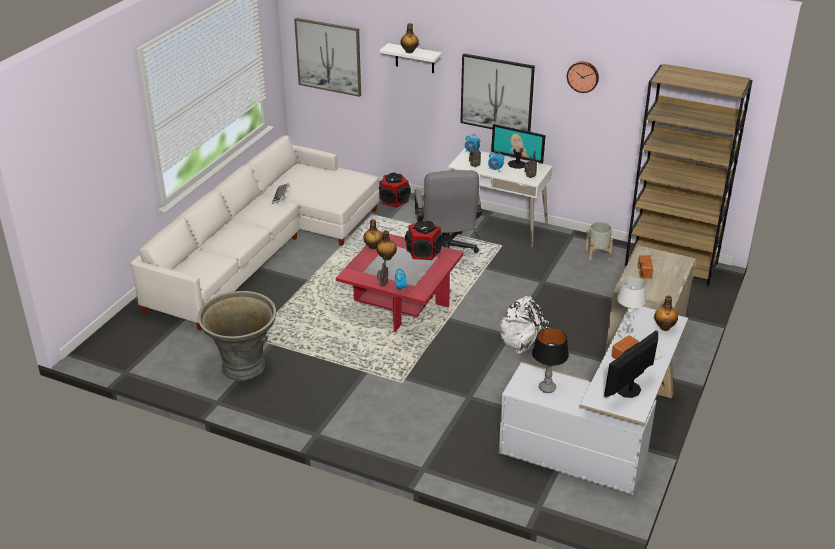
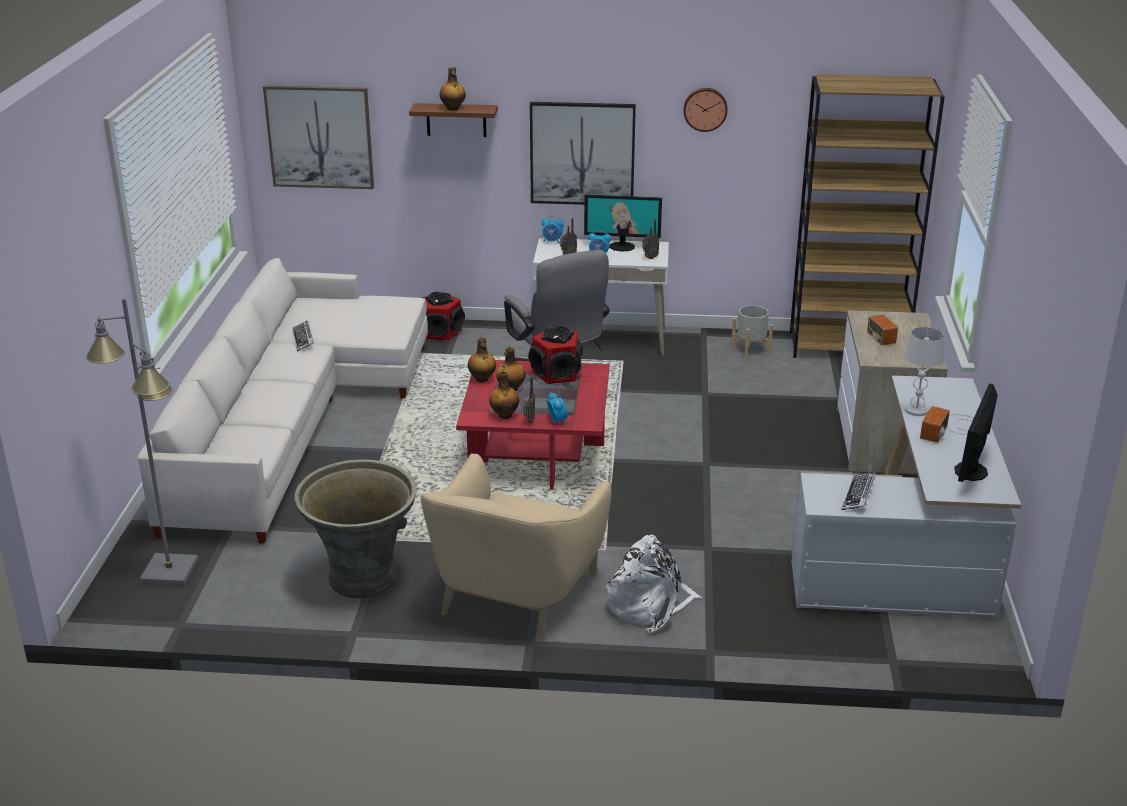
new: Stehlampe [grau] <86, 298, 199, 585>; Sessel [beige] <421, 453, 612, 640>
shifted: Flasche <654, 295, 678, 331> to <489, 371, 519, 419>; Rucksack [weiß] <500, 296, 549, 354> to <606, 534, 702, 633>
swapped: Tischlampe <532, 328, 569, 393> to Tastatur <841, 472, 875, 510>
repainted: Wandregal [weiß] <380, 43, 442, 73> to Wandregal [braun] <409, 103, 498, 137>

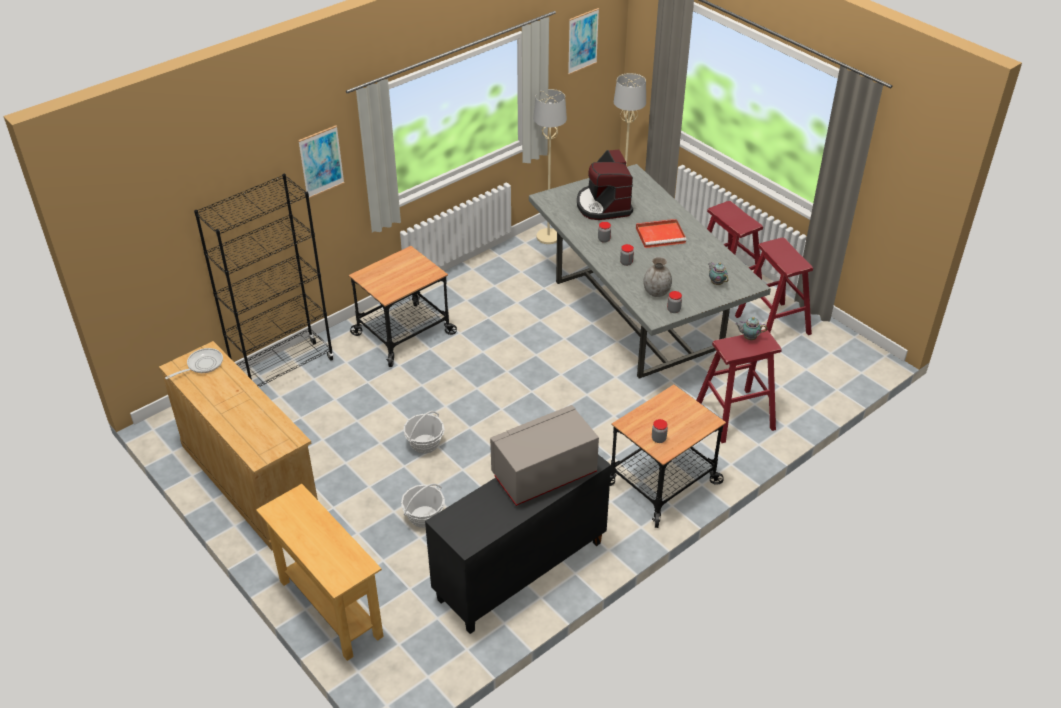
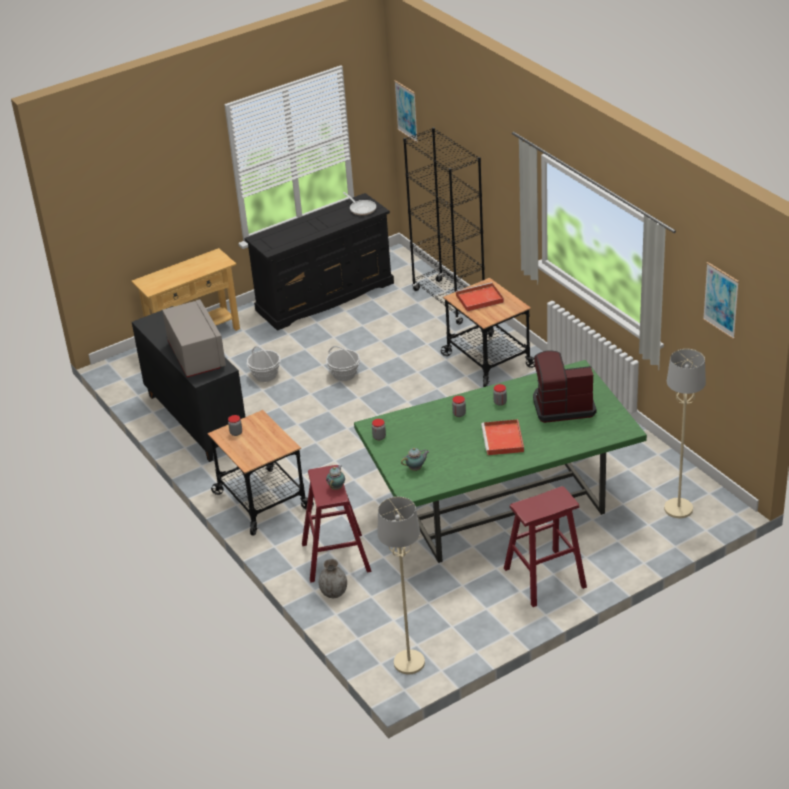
gone: Hocker [rot] <735, 238, 813, 335>
new: Tablett [rot] <456, 282, 504, 312>
shifted: Stehlampe [beige] <533, 89, 567, 244> to <378, 497, 425, 674>; Bild <298, 125, 345, 198> to <394, 80, 418, 143>; Vase [grau] <644, 257, 672, 297> to <319, 559, 347, 598>
repainted: Esstisch [grau] <529, 164, 771, 379> to Esstisch [grün] <354, 360, 647, 563>; Kommode [beige] <159, 341, 318, 550> to Kommode [schwarz] <244, 193, 394, 331>

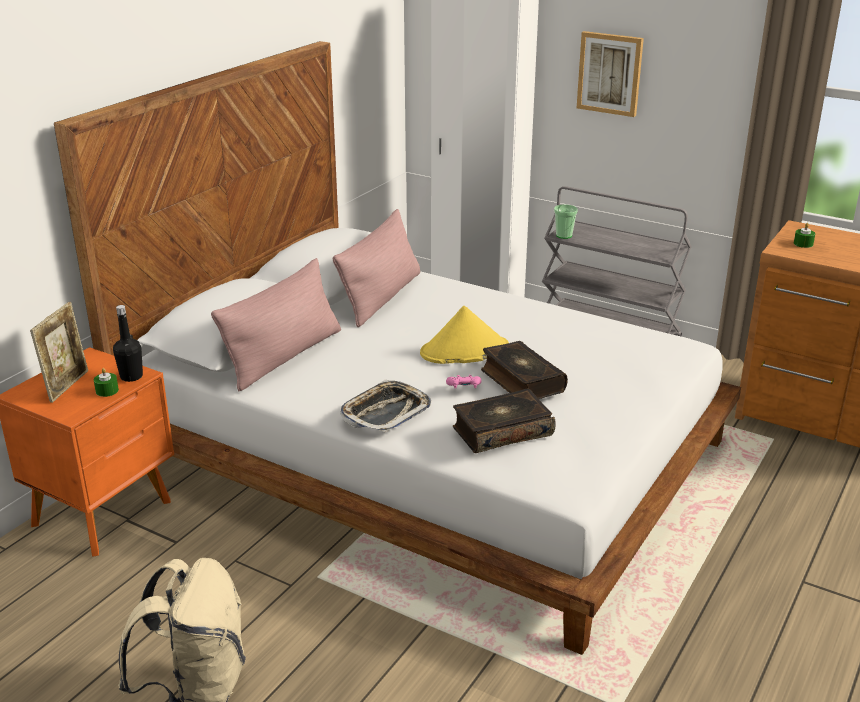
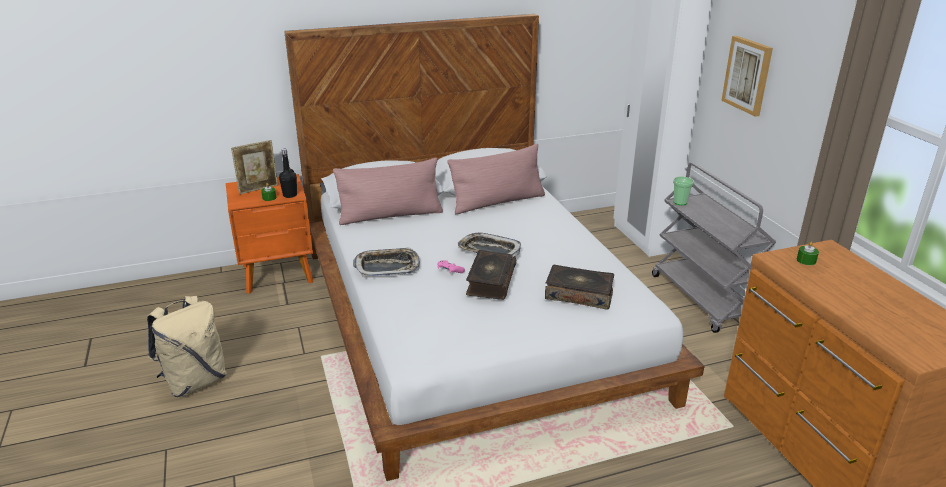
shifted: Buch <453, 388, 556, 453> to <545, 265, 614, 310>
swapped: Hut [gelb] <420, 306, 509, 364> to Tablett <458, 233, 521, 257>

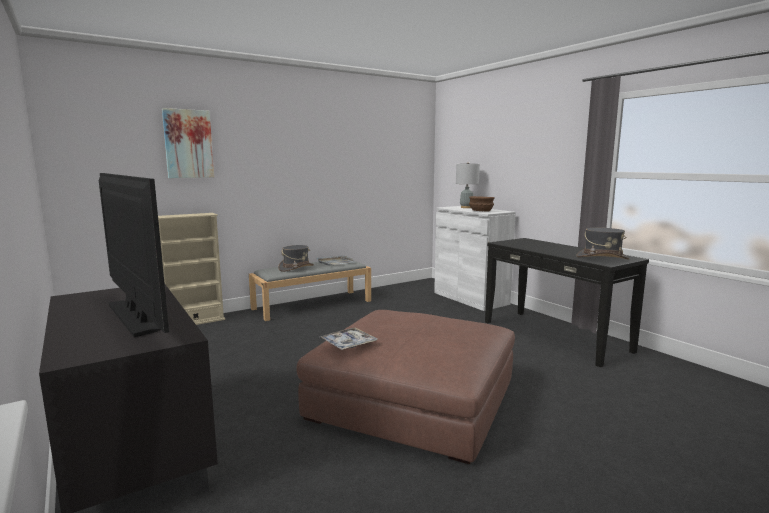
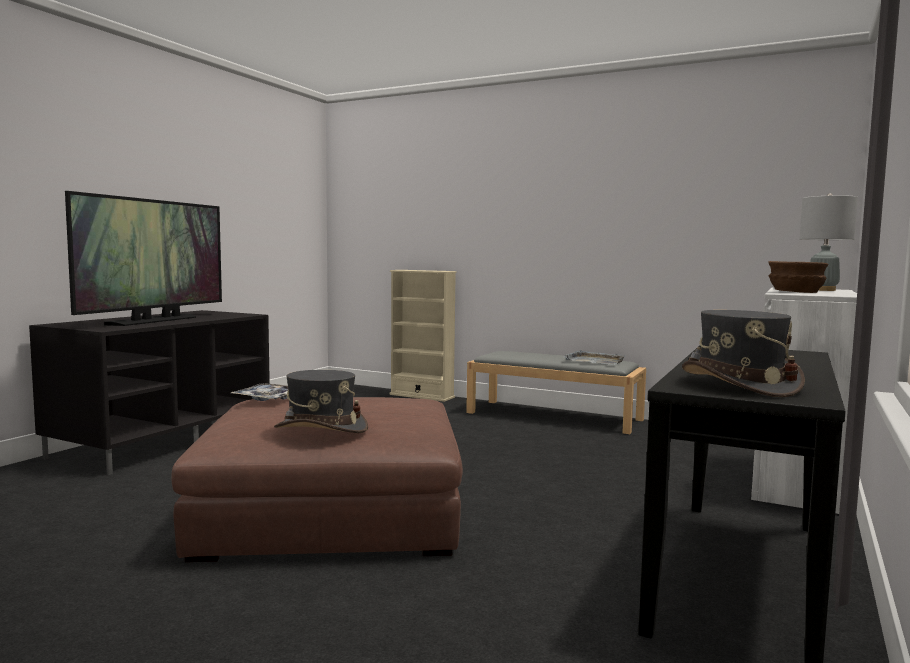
gone: Bild <162, 108, 214, 178>
shifted: Hut [grau] <278, 245, 314, 272> to <274, 370, 368, 433>

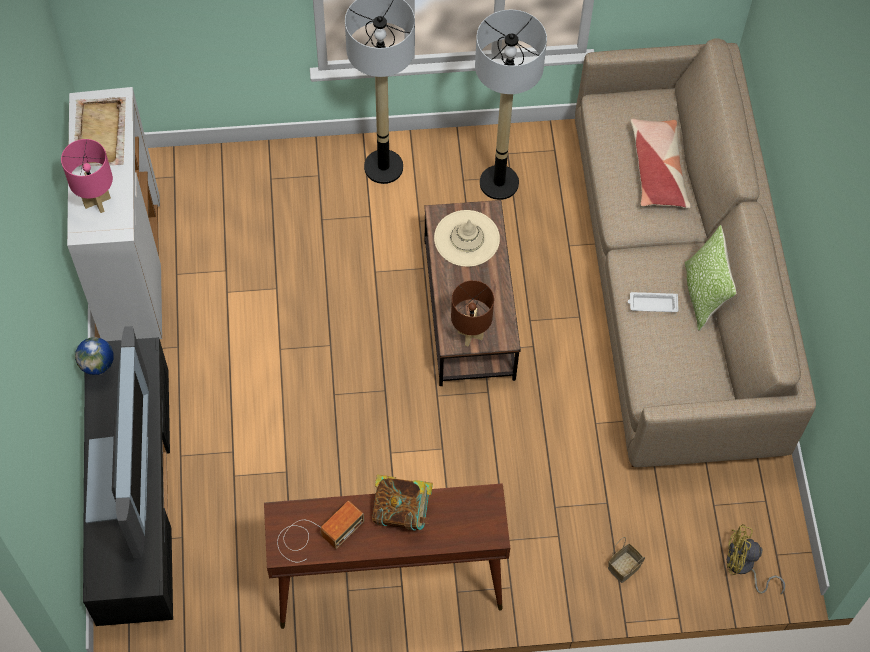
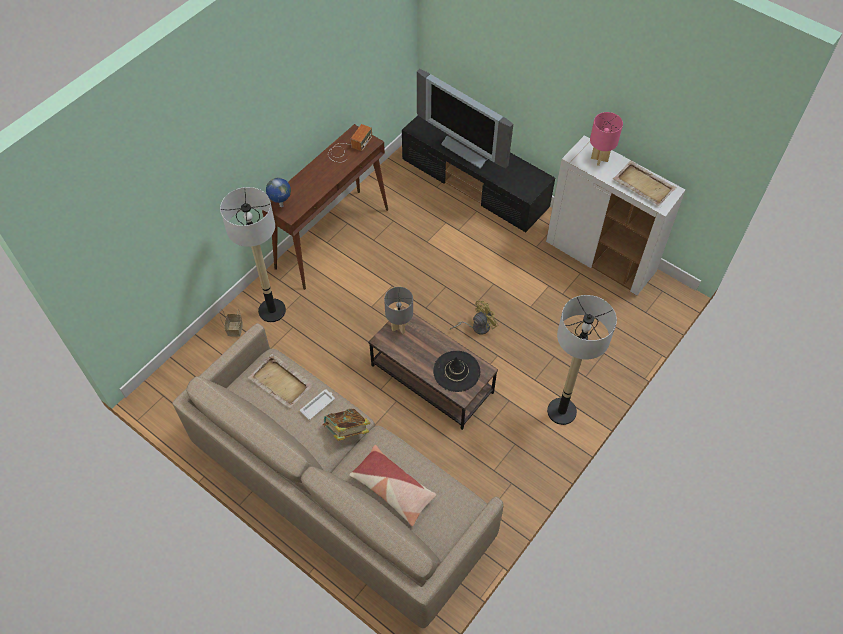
gone: Kissen <685, 225, 737, 331>
new: Tablett [beige] <248, 354, 313, 409>
shifted: Stehlampe <475, 10, 547, 200> to <220, 187, 286, 322>; Globus <75, 337, 114, 375> to <266, 178, 291, 207>; Buch <372, 474, 433, 530> to <323, 409, 370, 441>; Ventilator [gelb] <727, 524, 785, 594> to <450, 301, 498, 335>
repainted: Hut [beige] <434, 210, 500, 267> to Hut [schwarz] <433, 351, 480, 392>; Tischlampe [braun] <451, 280, 494, 347> to Tischlampe [grau] <384, 287, 413, 334>
rotated: Radio <277, 501, 364, 562> = <328, 124, 372, 162> 150 degrees counterclockwise

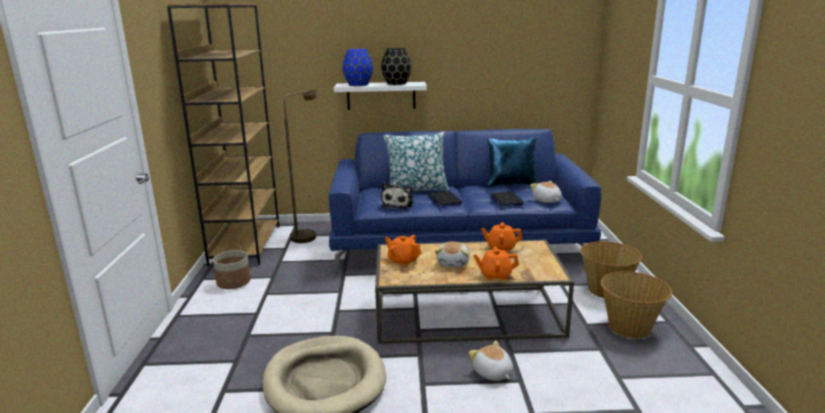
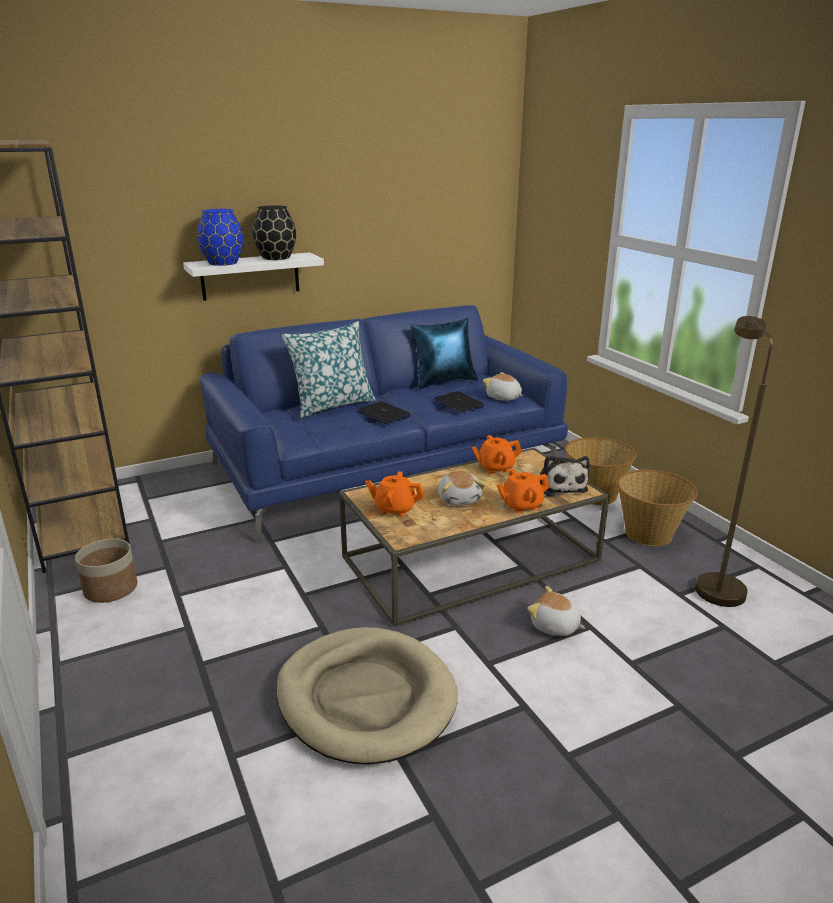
shifted: Stehlampe [braun] <284, 90, 318, 243> to <695, 316, 773, 607>; Plüschtier <381, 182, 413, 209> to <540, 456, 590, 496>

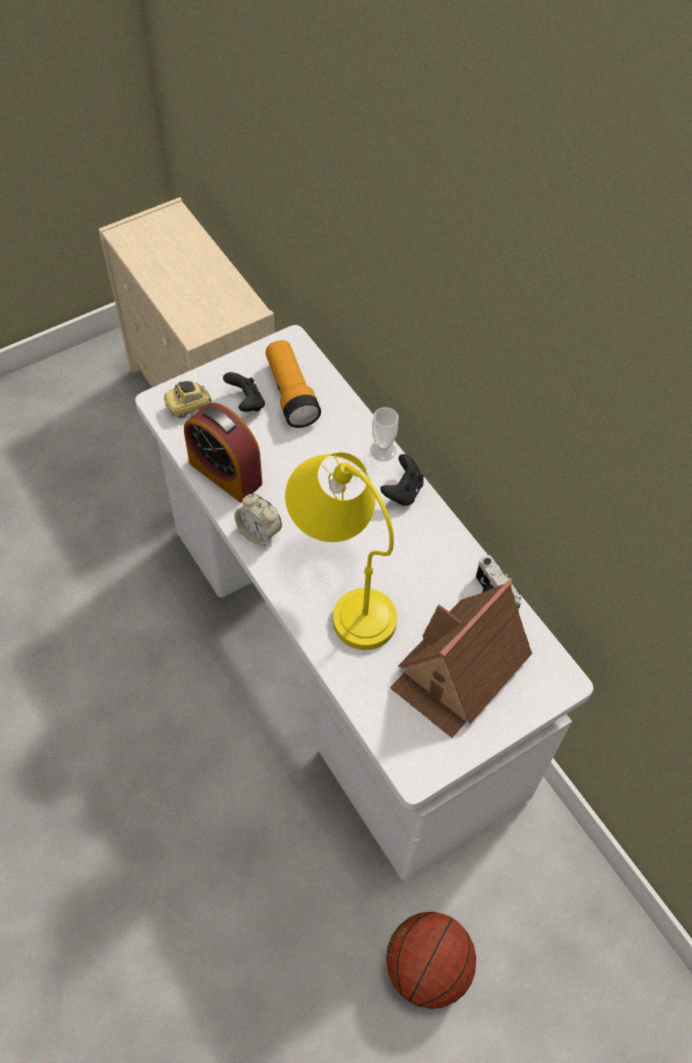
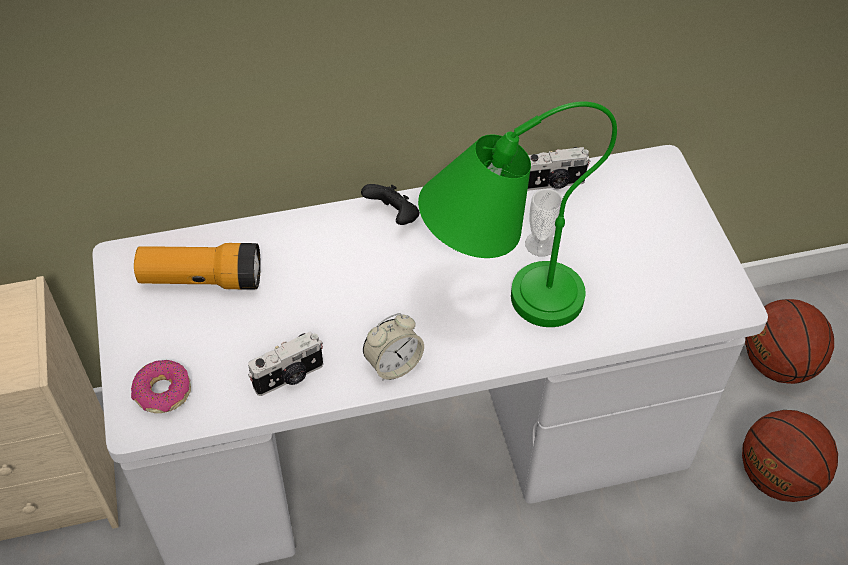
gone: Gamepad [schwarz] <223, 372, 265, 412>; Spielzeughaus <390, 580, 532, 738>
new: Basketball <745, 299, 834, 384>
shifted: Tasse <370, 407, 398, 461> to <525, 189, 563, 257>
swapped: Spielzeugauto <164, 381, 212, 419> to Donut <131, 360, 191, 413>; Wecker <184, 403, 262, 503> to Kamera <248, 331, 323, 396>
repainted: Tischlampe [gelb] <285, 452, 397, 650> to Tischlampe [grün] <418, 101, 617, 327>

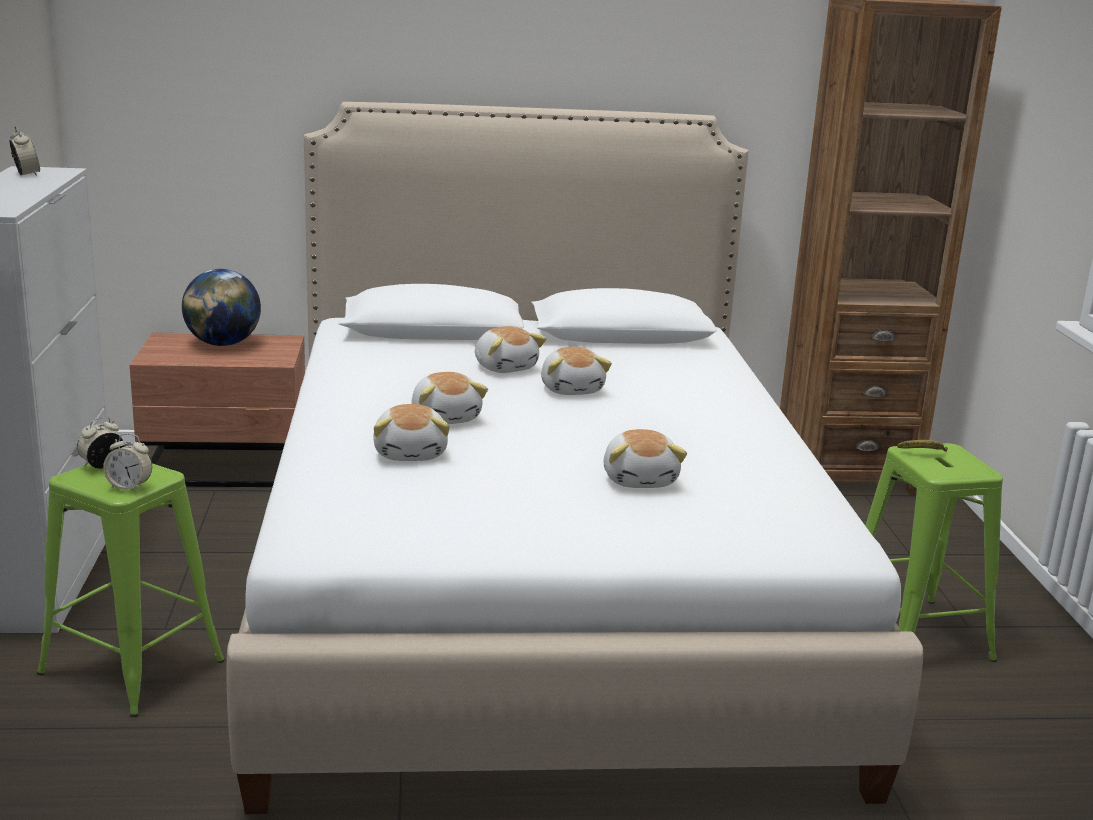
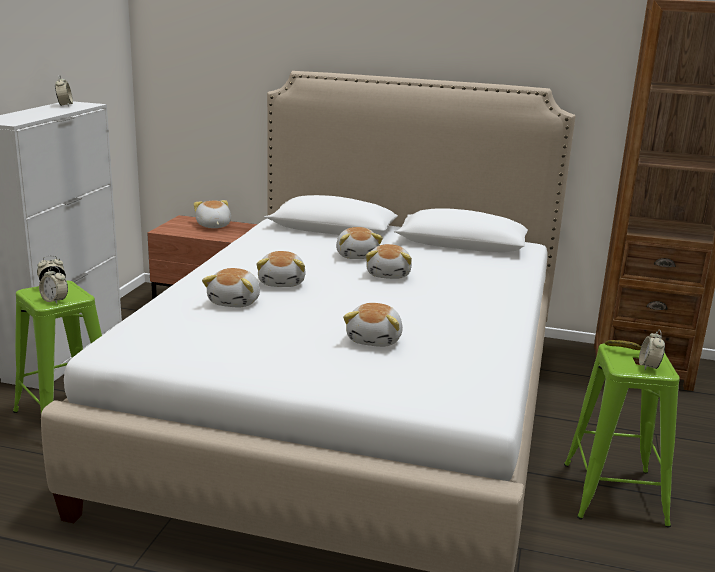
new: Wecker <639, 330, 665, 370>
swapped: Globus <182, 269, 261, 346> to Plüschtier <194, 200, 231, 228>

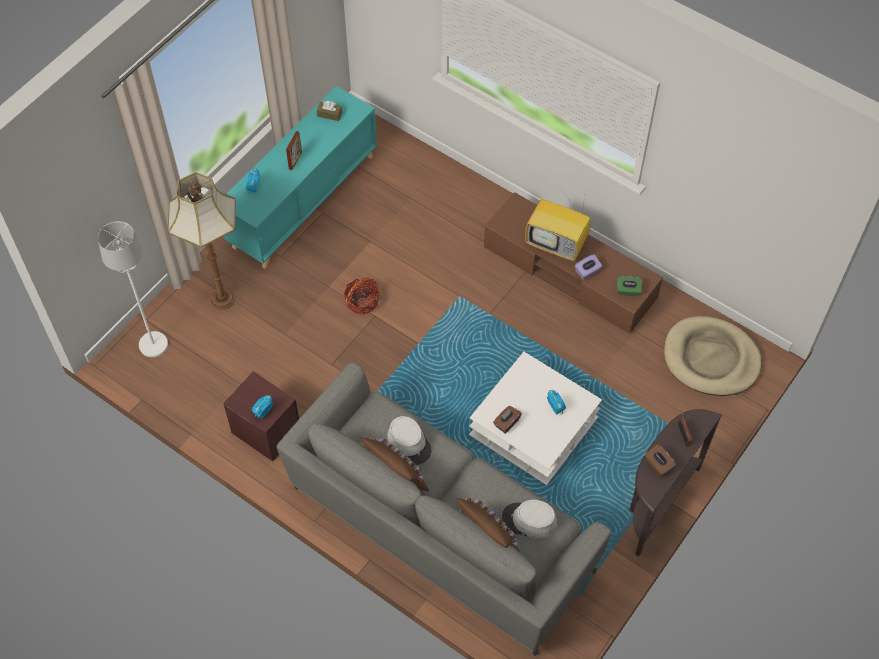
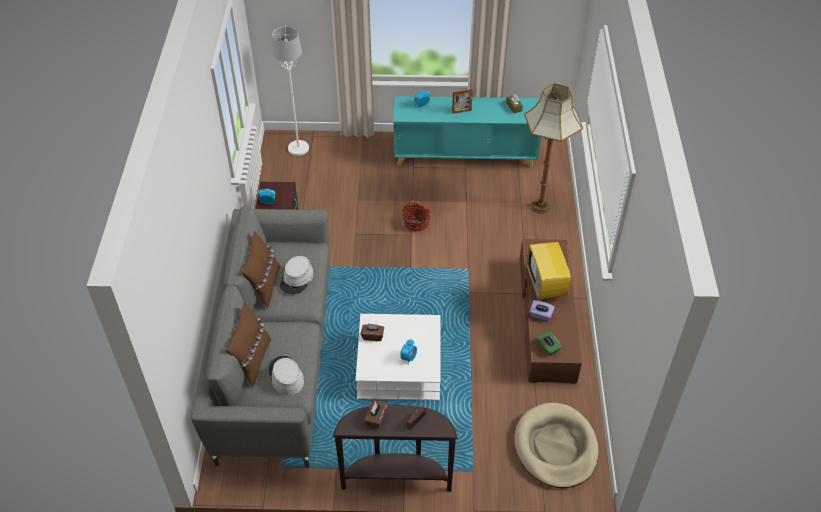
shifted: Stehlampe <168, 172, 236, 310> to <524, 83, 583, 214>

